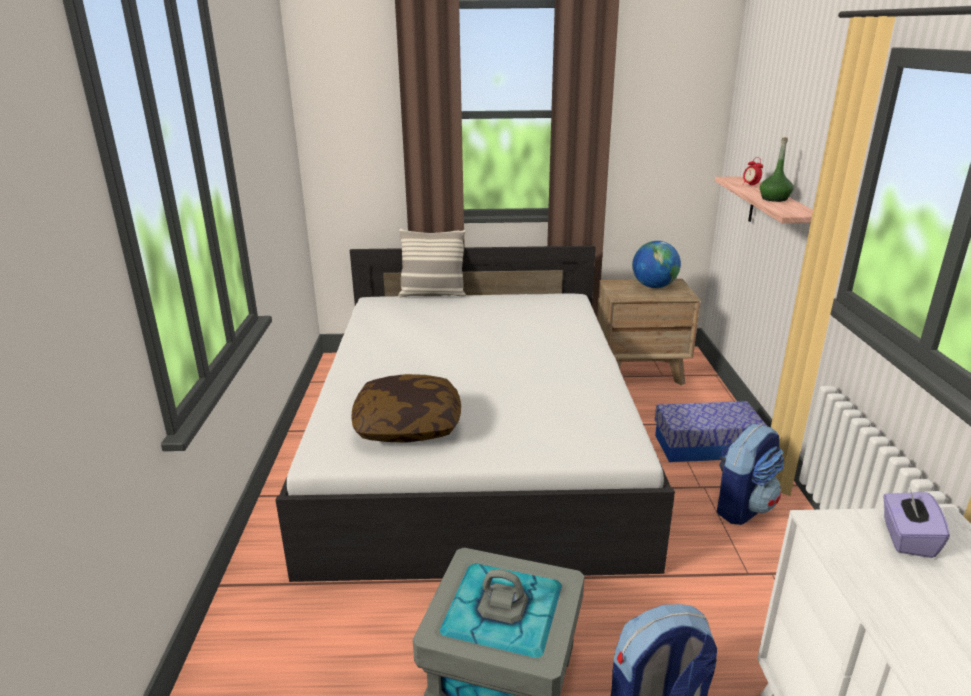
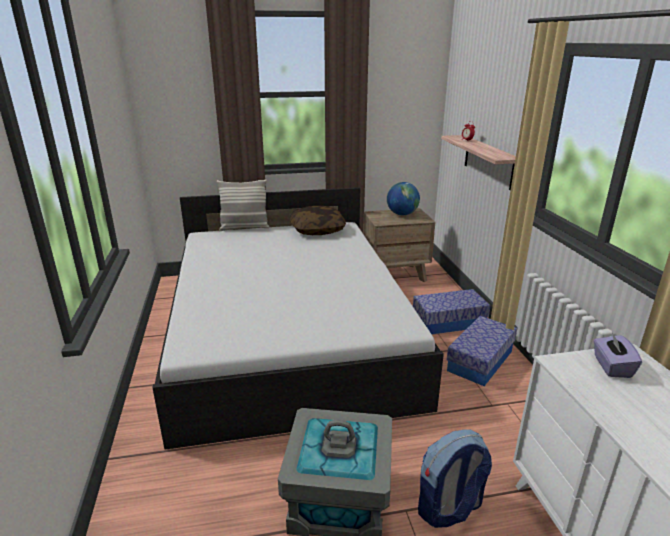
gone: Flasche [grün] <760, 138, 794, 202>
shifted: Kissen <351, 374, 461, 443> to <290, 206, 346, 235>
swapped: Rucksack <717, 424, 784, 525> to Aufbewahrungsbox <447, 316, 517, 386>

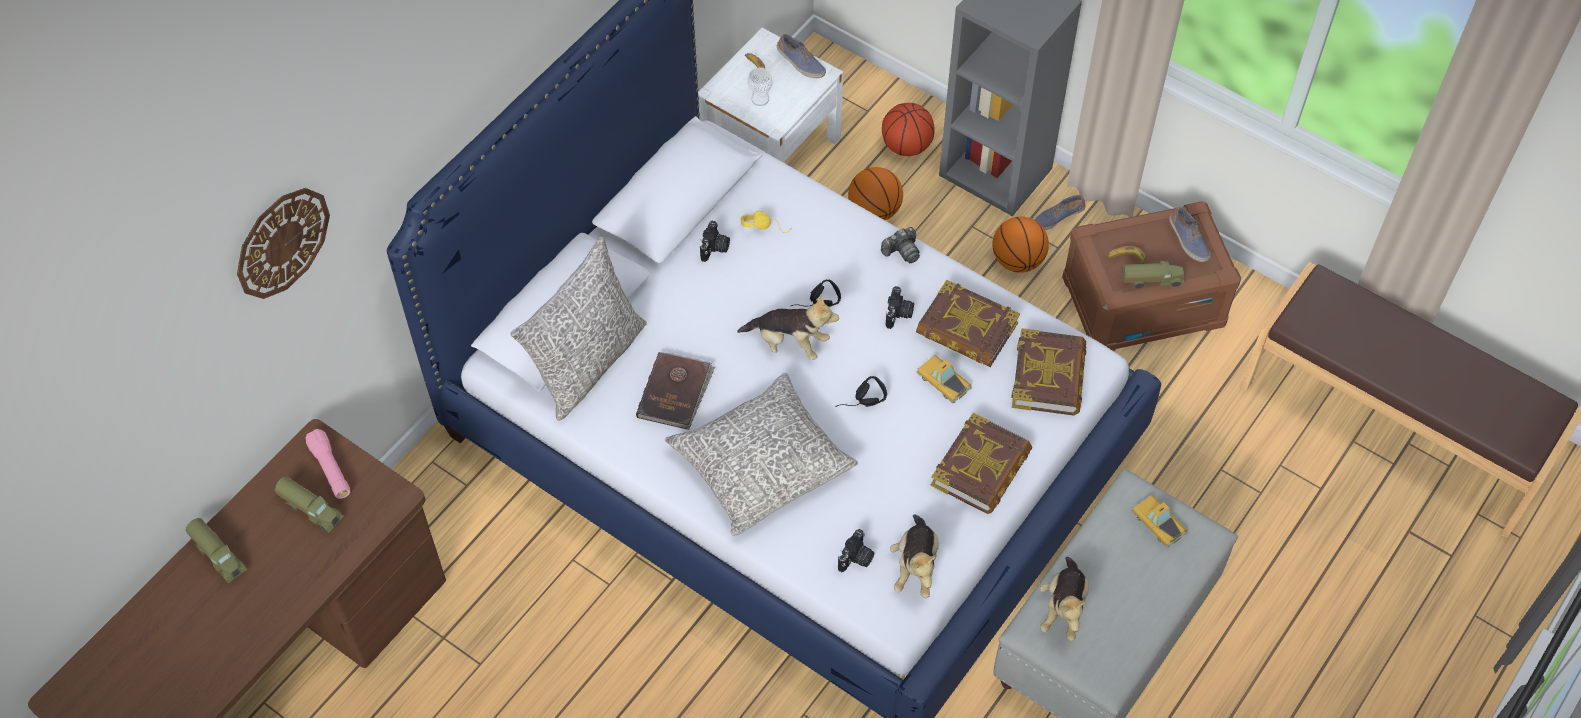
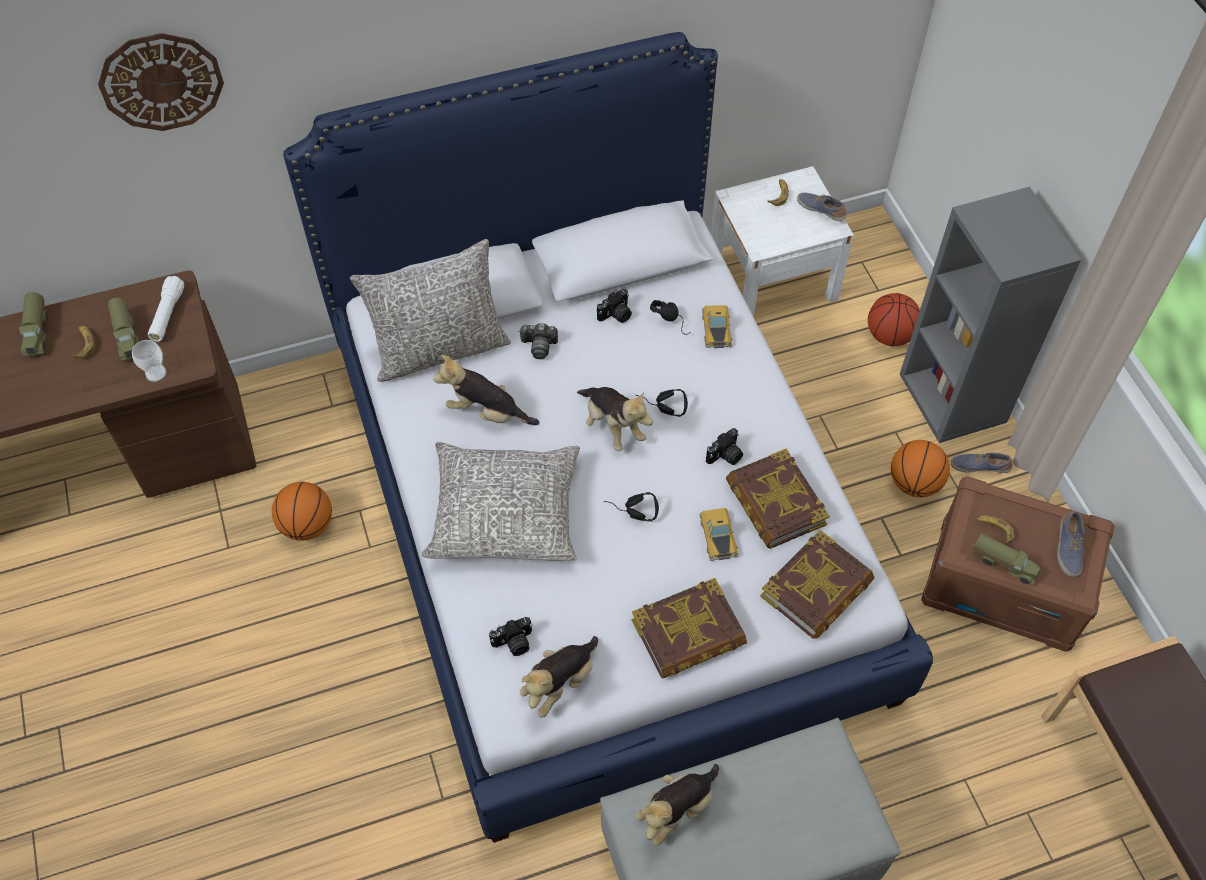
new: Banane <73, 326, 95, 359>
shifted: Tasse <748, 68, 772, 106> to <132, 340, 167, 382>; Basketball <848, 167, 903, 220> to <272, 482, 332, 541>; Kamera <881, 227, 920, 263> to <519, 323, 558, 359>; Spielzeugauto <1132, 495, 1188, 548> to <702, 305, 732, 348>
swapped: Buch [braun] <636, 352, 715, 430> to Plüschtier <433, 355, 539, 425>
repainted: Kopfhörer [gelb] <741, 211, 791, 233> to Kopfhörer [schwarz] <650, 300, 690, 335>; Taschenlampe [rosa] <305, 429, 350, 499> to Taschenlampe [weiß] <148, 276, 184, 342>
rotated: Schuh <777, 34, 826, 78> = <797, 193, 847, 221> 150 degrees clockwise

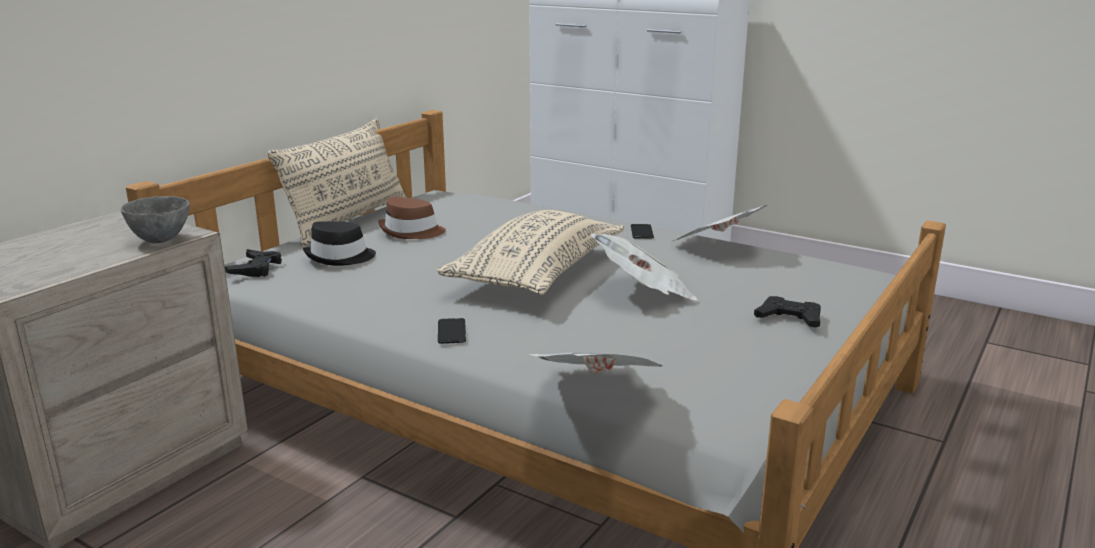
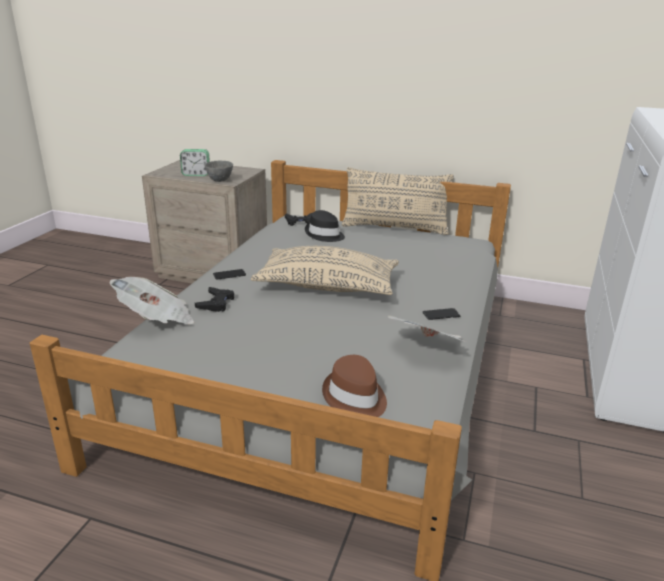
gone: Zeitung <590, 234, 699, 300>
new: Wecker <180, 149, 210, 176>
shifted: Hut [braun] <378, 197, 446, 239> to <322, 355, 387, 417>; Gamepad [schwarz] <754, 296, 821, 328> to <195, 287, 234, 312>

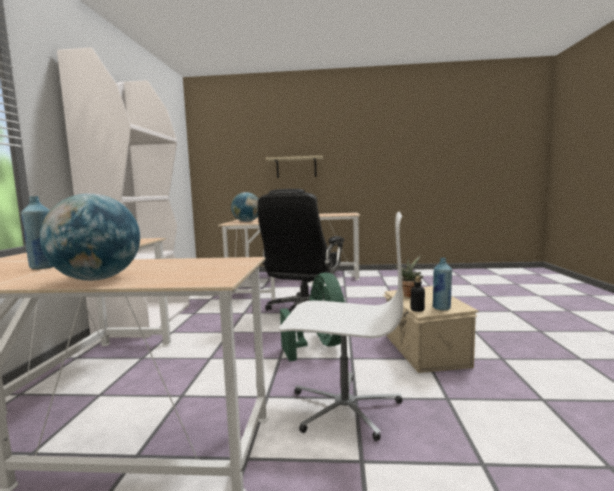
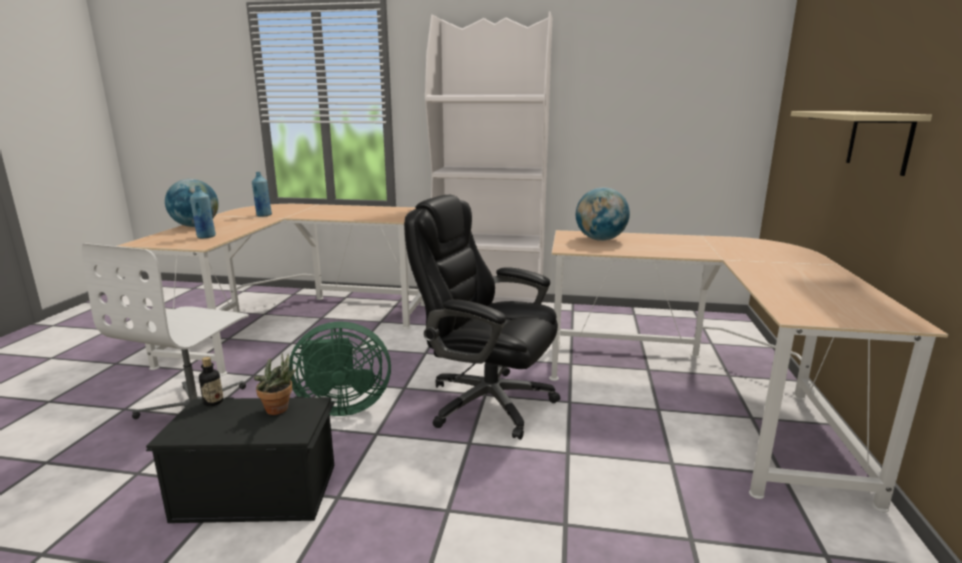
shifted: Flasche [blau] <432, 258, 452, 311> to <190, 186, 216, 238>
repainted: Aufbewahrungsbox [beige] <383, 286, 479, 373> to Aufbewahrungsbox [schwarz] <146, 397, 335, 523>

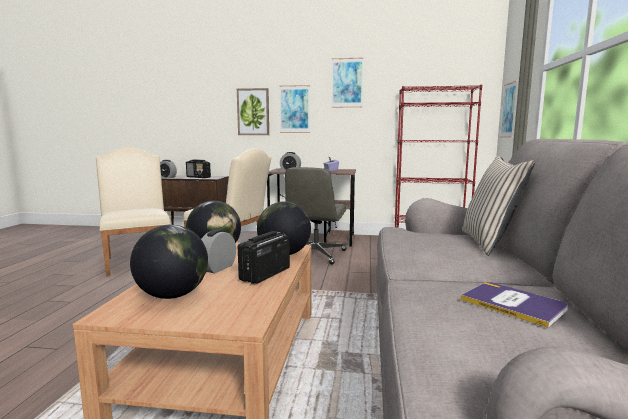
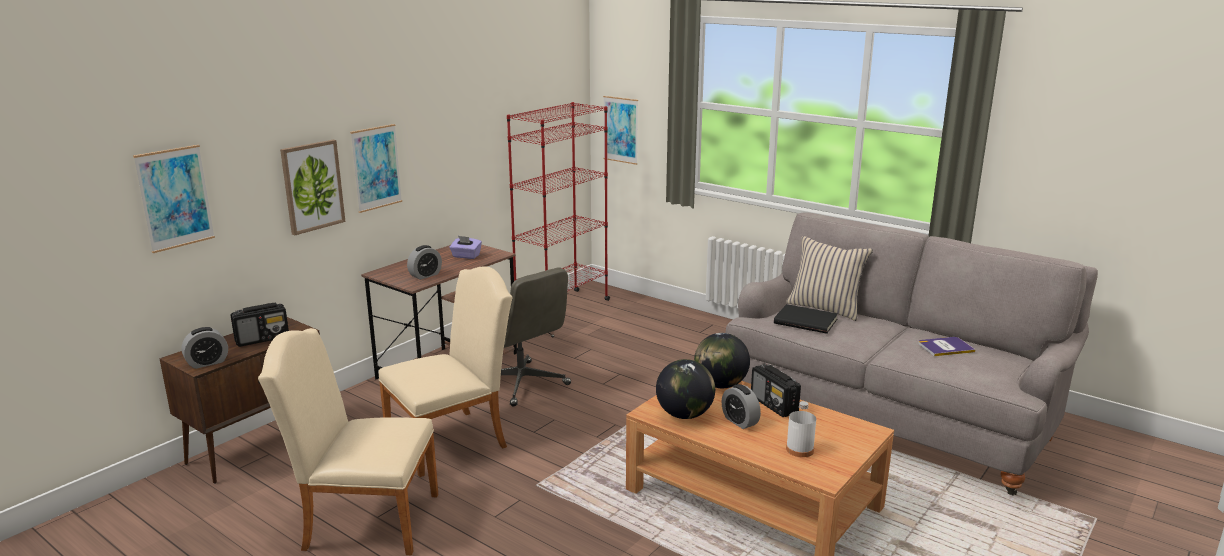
new: Buch [schwarz] <774, 304, 838, 334>
shifted: Bild <331, 57, 364, 108> to <133, 145, 215, 253>
swapped: Globus <130, 225, 208, 299> to Flasche [weiß] <786, 401, 816, 457>

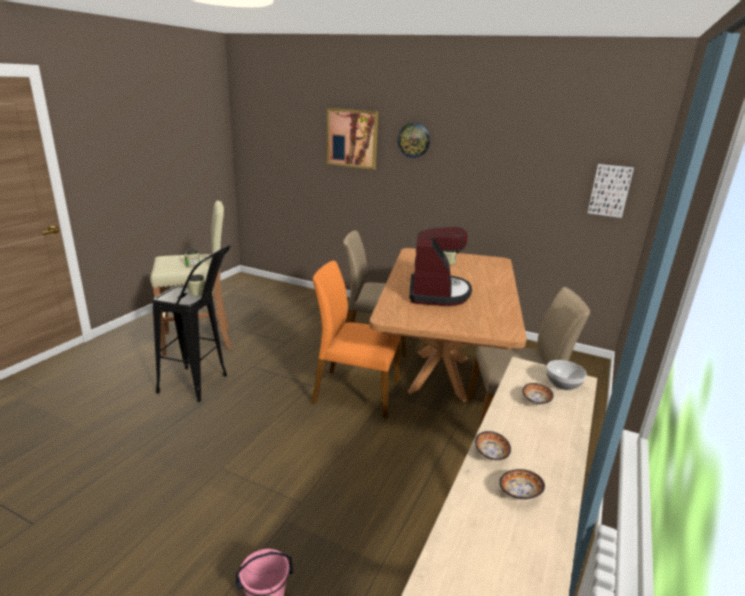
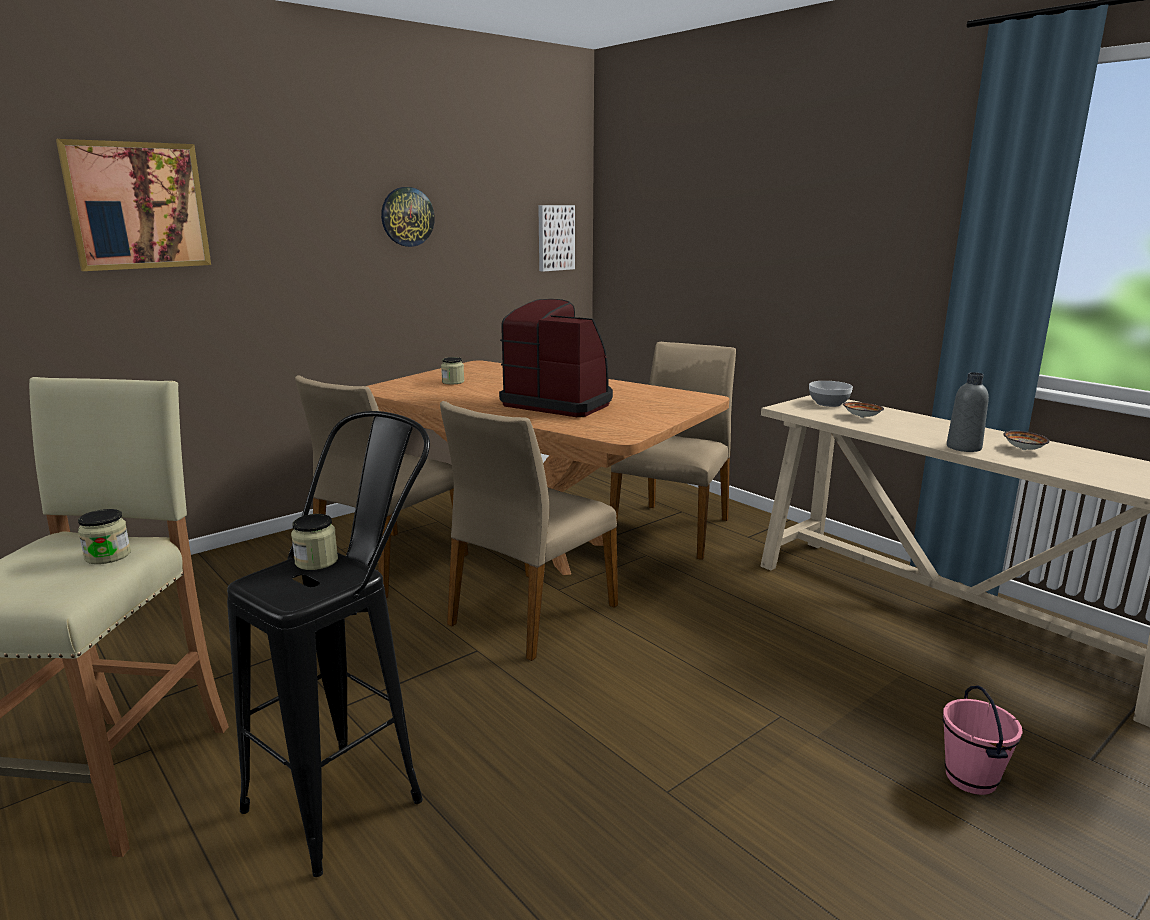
shifted: Wanduhr <398, 122, 430, 158> to <381, 187, 435, 247>
swapped: Schüssel <475, 431, 511, 460> to Flasche [grau] <947, 372, 989, 452>
repainted: Stuhl [orange] <312, 261, 401, 418> to Stuhl [beige] <440, 401, 618, 661>

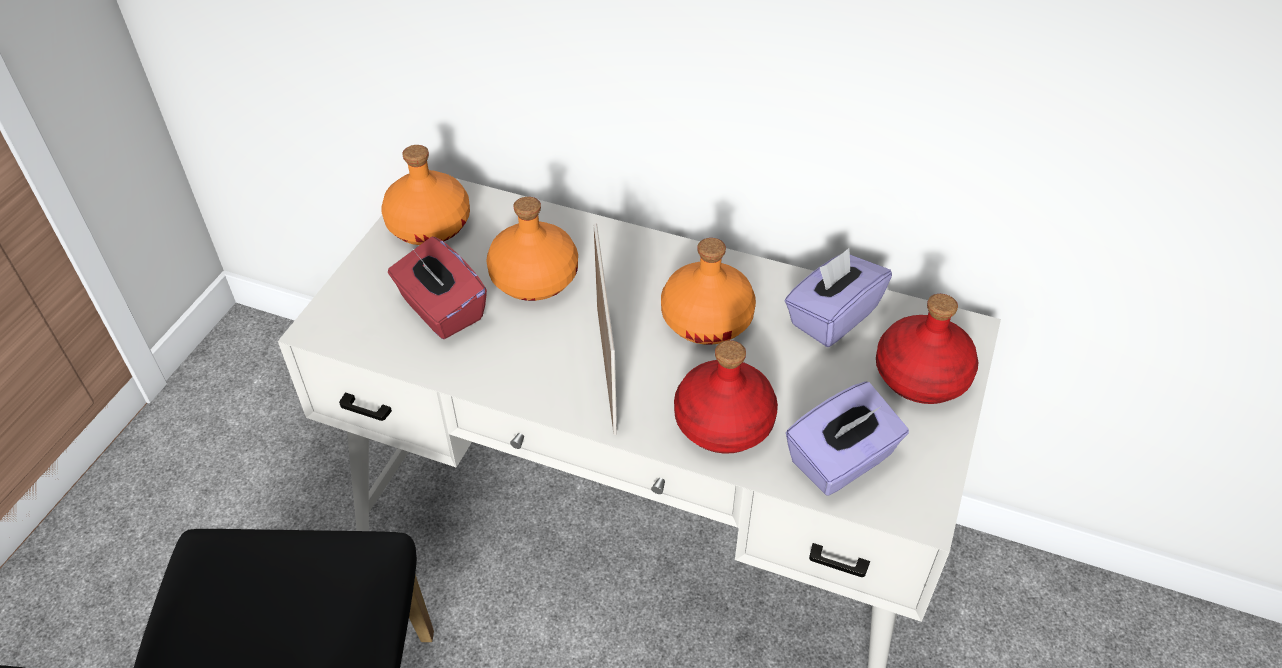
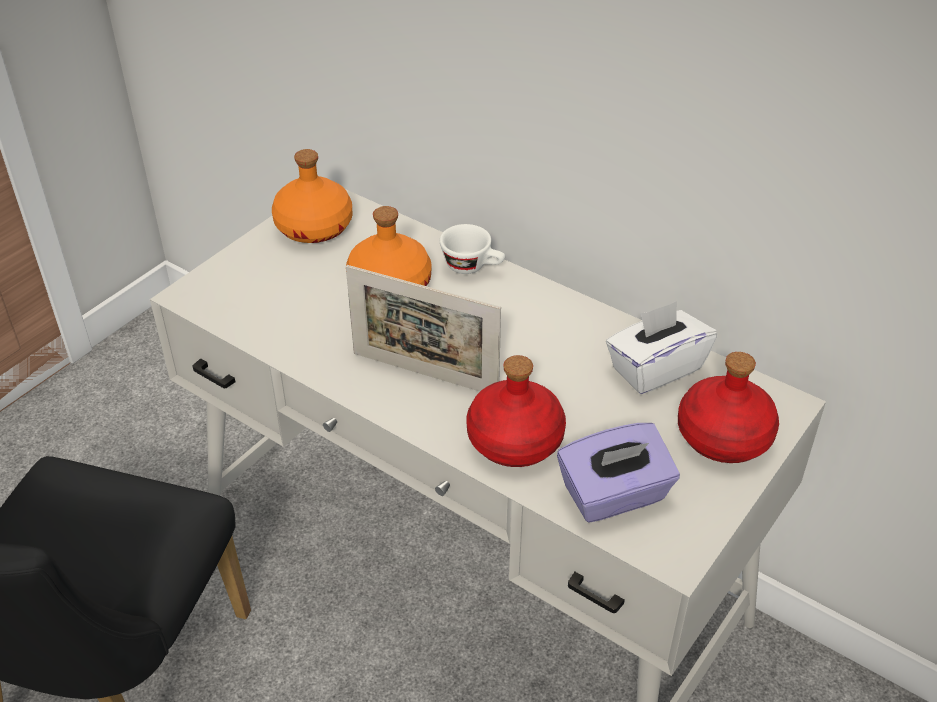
gone: Taschentuchbox [rot] <388, 237, 487, 339>; Flasche [orange] <661, 238, 756, 345>
new: Tasse [weiß] <440, 224, 505, 274>
repainted: Taschentuchbox [lila] <784, 248, 892, 347> to Taschentuchbox [weiß] <606, 301, 717, 394>
rotated: Bilderrahmen <594, 223, 617, 435> = <346, 265, 501, 391> 105 degrees clockwise

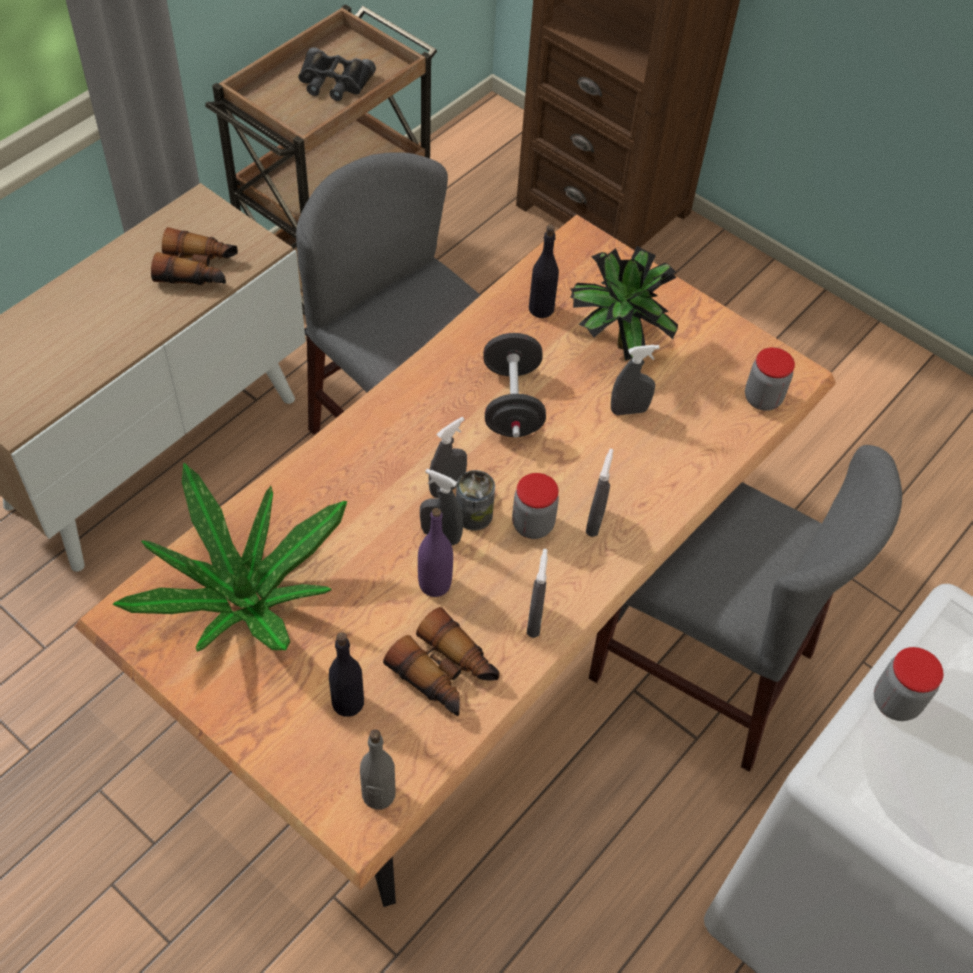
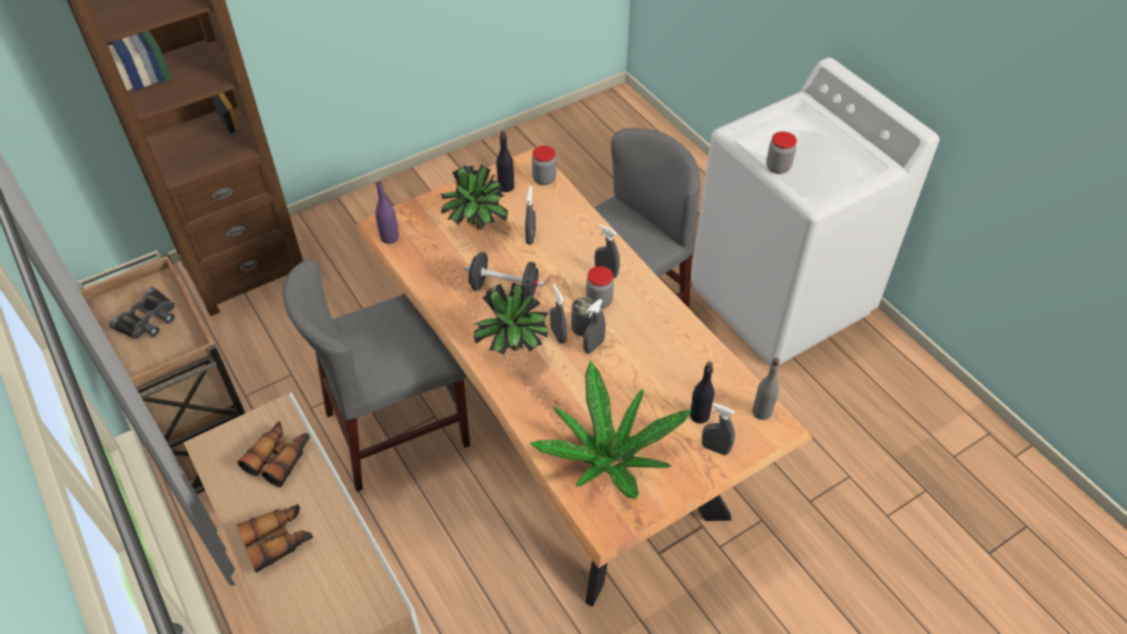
new: Topfpflanze <474, 282, 548, 355>
shifted: Flasche [schwarz] <529, 225, 559, 318> to <496, 130, 514, 192>; Flasche [lila] <418, 508, 453, 597> to <375, 181, 399, 244>; Sprühflasche [grau] <527, 549, 548, 638> to <702, 403, 735, 455>; Fernglas <383, 607, 500, 716> to <236, 504, 313, 573>

